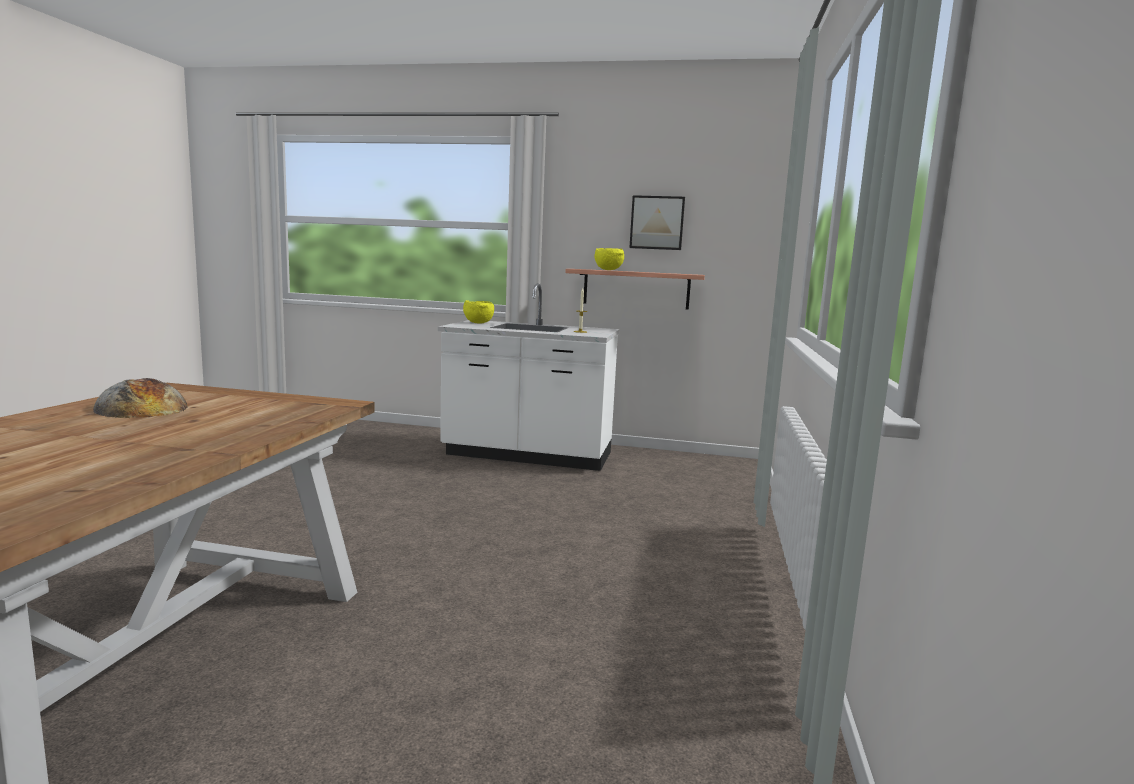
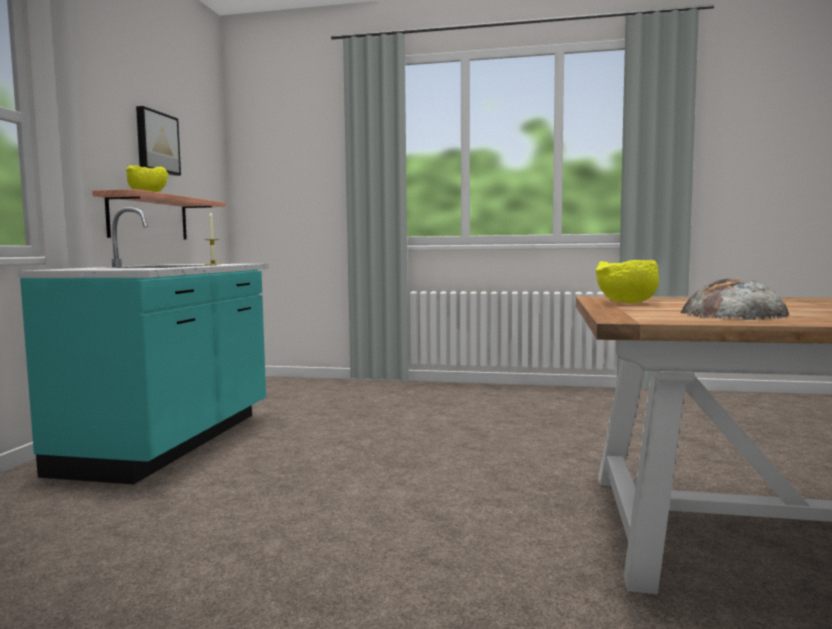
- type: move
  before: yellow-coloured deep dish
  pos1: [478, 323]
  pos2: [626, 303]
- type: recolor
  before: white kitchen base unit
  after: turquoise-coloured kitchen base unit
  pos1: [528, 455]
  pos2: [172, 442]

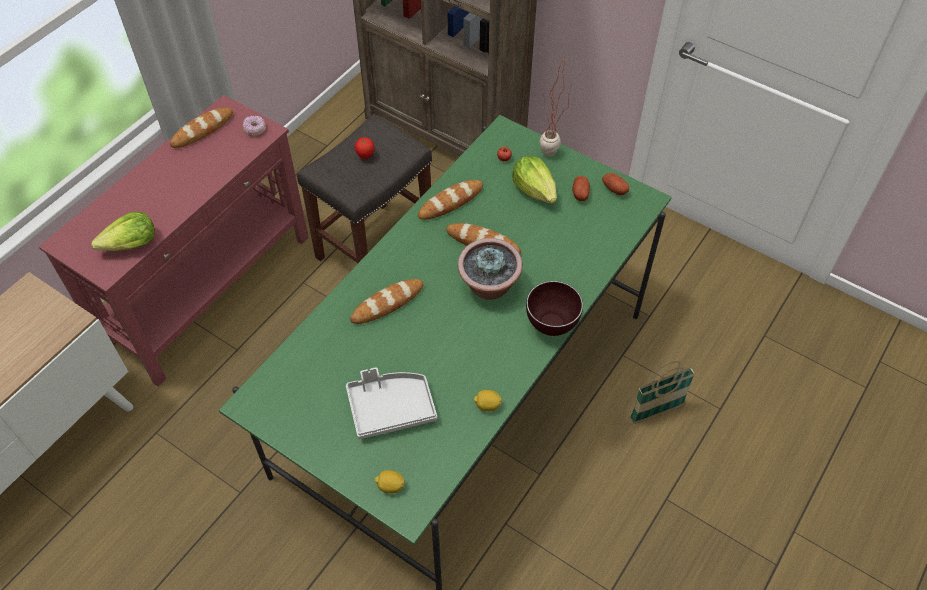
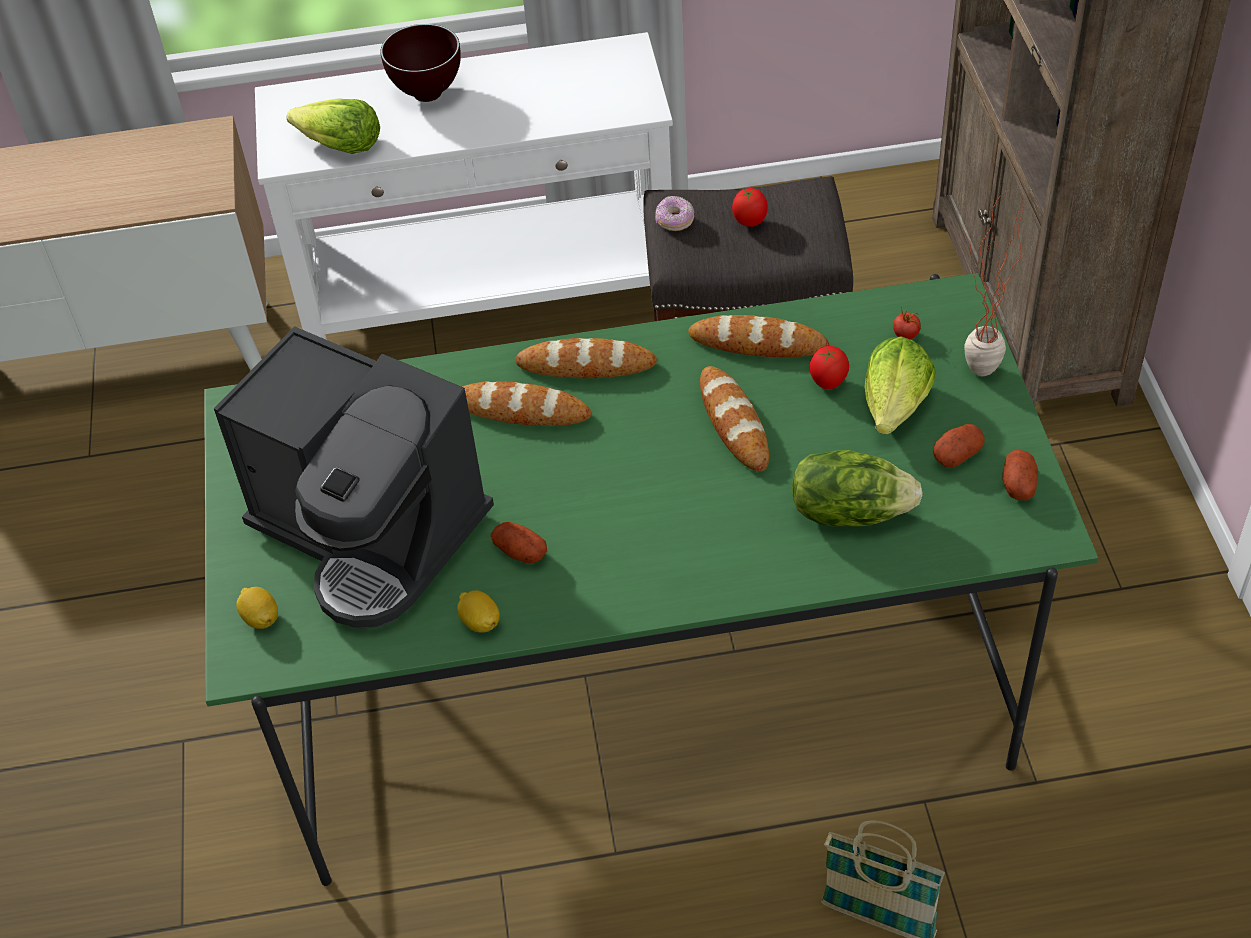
- type: delete
  before: plant in a pot
  pos1: [489, 287]
- type: insert
  after: potato
  pos2: [520, 551]
- type: insert
  after: lettuce head
  pos2: [849, 511]
- type: insert
  after: tomato
  pos2: [827, 383]
- type: move
  before: bread
  pos1: [202, 130]
  pos2: [586, 365]
- type: move
  before: donut
  pos1: [255, 129]
  pos2: [674, 221]
- type: move
  before: brown-coloured deep dish
  pos1: [552, 325]
  pos2: [429, 94]
- type: replace
  before: greyish carrying tray
  after: coffee maker
  pos1: [391, 408]
  pos2: [371, 532]
- type: recolor
  before: red-coloured console table
  after: white console table
  pos1: [210, 289]
  pos2: [493, 309]

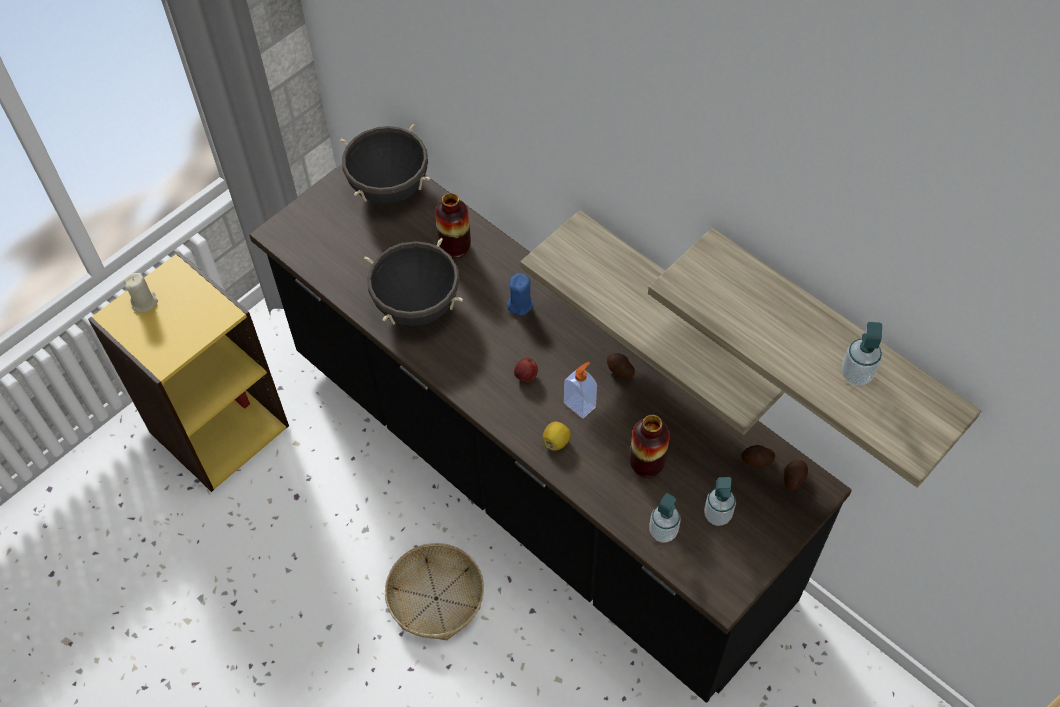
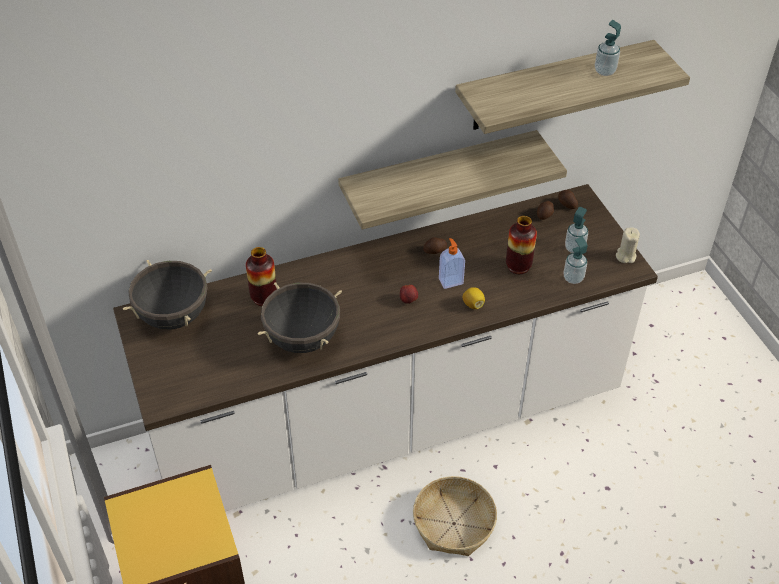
- type: delete
  before: bluish wax candle
  pos1: [520, 304]
- type: move
  before: beige-coloured wax candle
  pos1: [145, 302]
  pos2: [625, 256]
- type: recolor
  before: blackish kitchen base unit
  after: white kitchen base unit
  pos1: [532, 478]
  pos2: [388, 422]

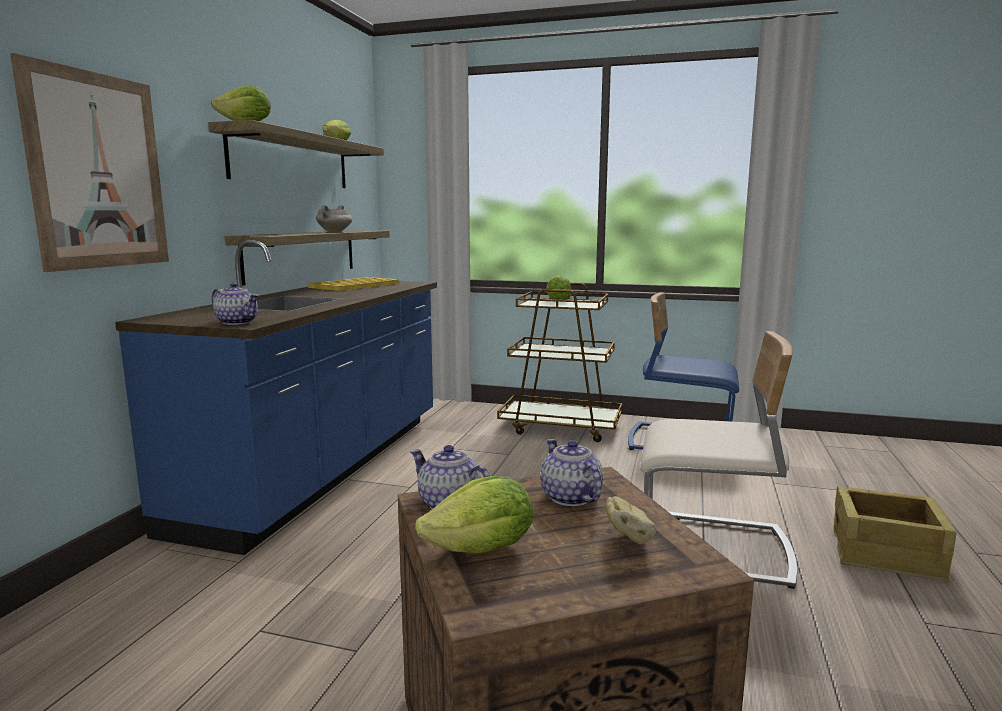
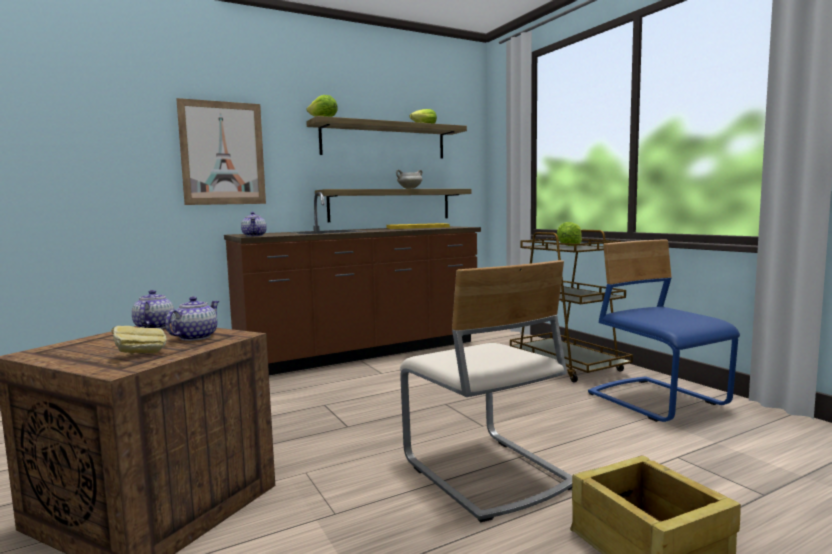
- type: delete
  before: lettuce head
  pos1: [482, 550]
- type: recolor
  before: bluish kitchen base unit
  after: brown-coloured kitchen base unit
  pos1: [323, 468]
  pos2: [361, 352]

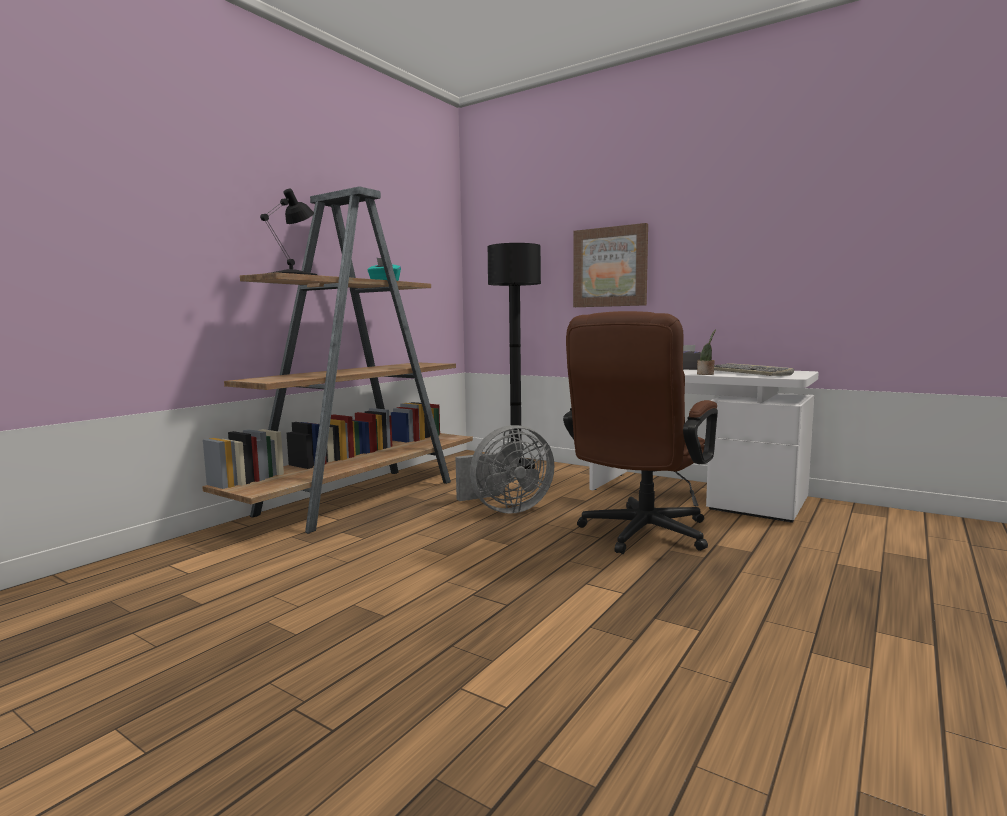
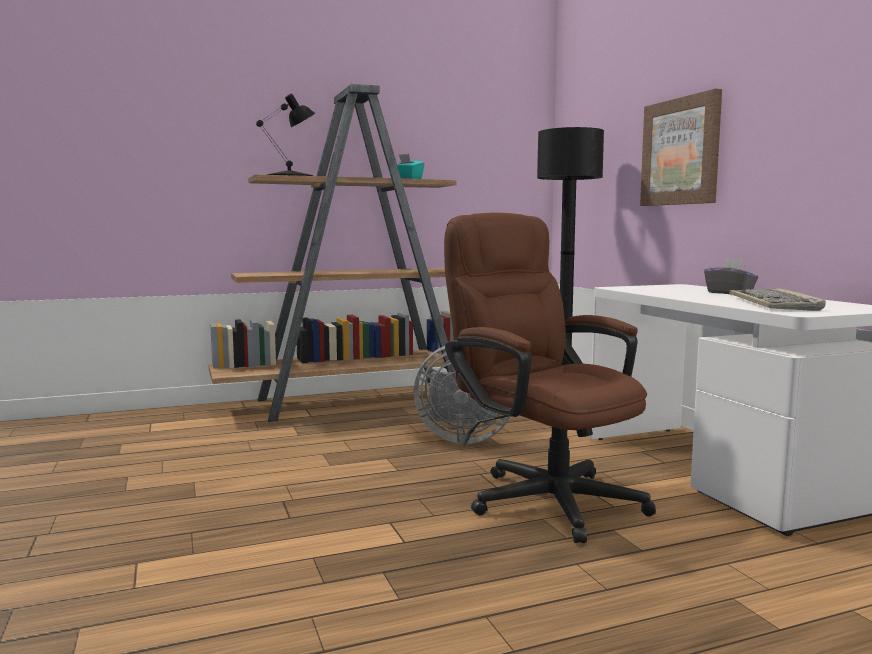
- type: delete
  before: plant in a pot
  pos1: [706, 374]
- type: rotate
  before: brown-coloured desk chair
  pos1: [639, 535]
  pos2: [543, 496]
  turn: 75

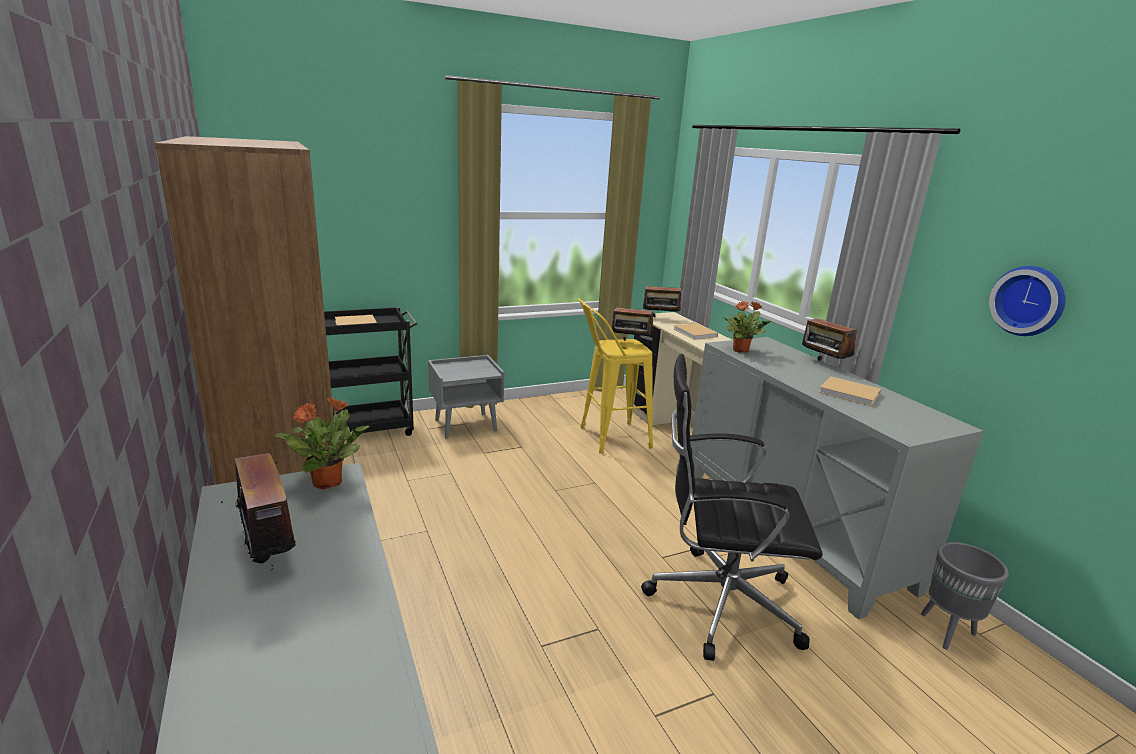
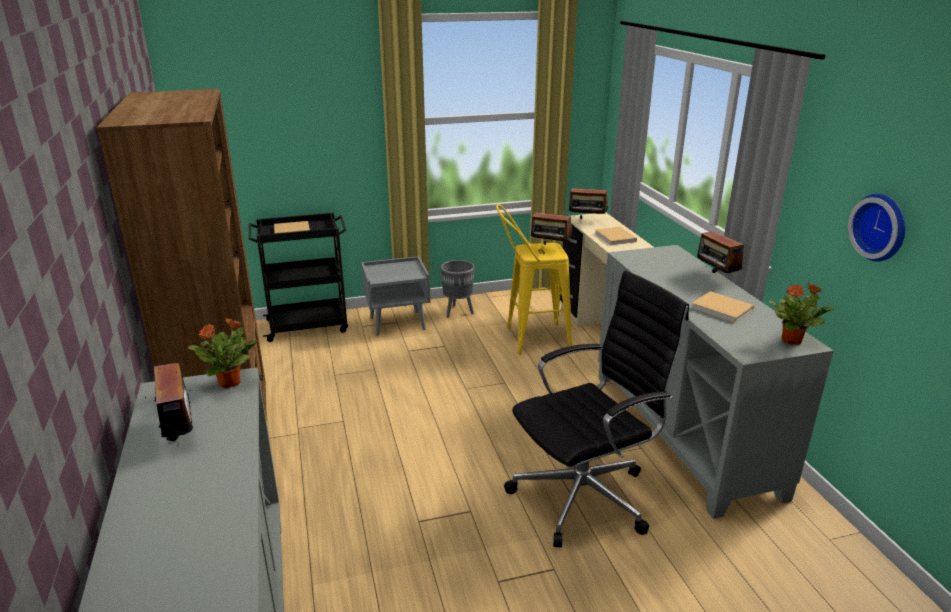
- type: move
  before: plant in a pot
  pos1: [741, 350]
  pos2: [792, 340]
- type: move
  before: greyish planter
  pos1: [946, 631]
  pos2: [458, 312]
- type: rotate
  before: blackish desk chair
  pos1: [718, 602]
  pos2: [585, 495]
  turn: 135

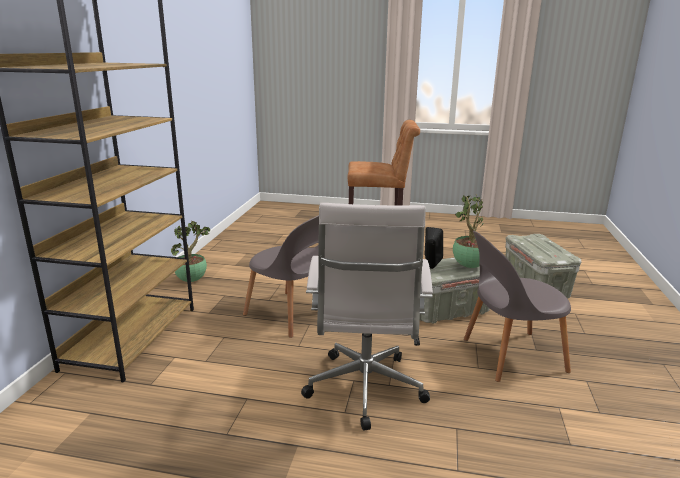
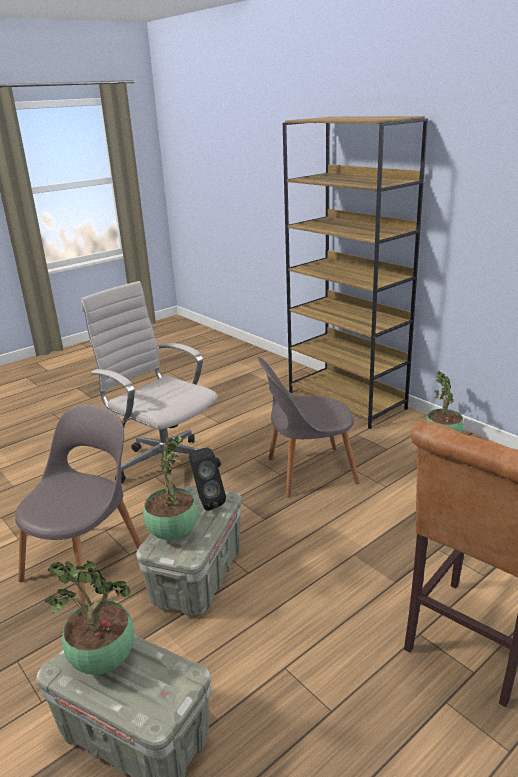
- type: insert
  after: plant in a pot
  pos2: [106, 661]

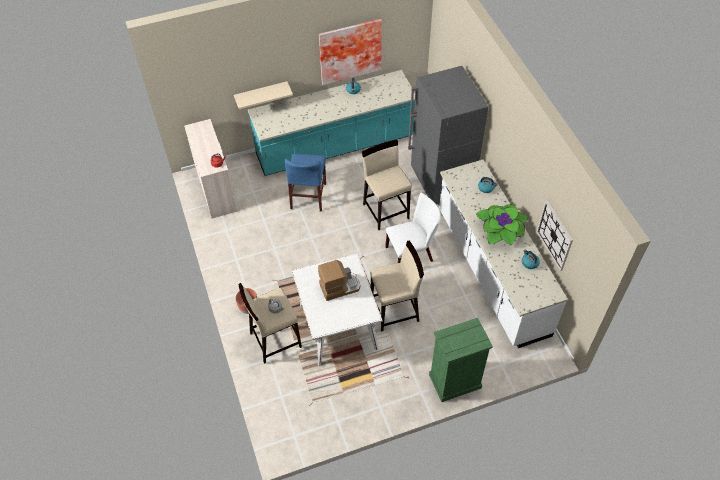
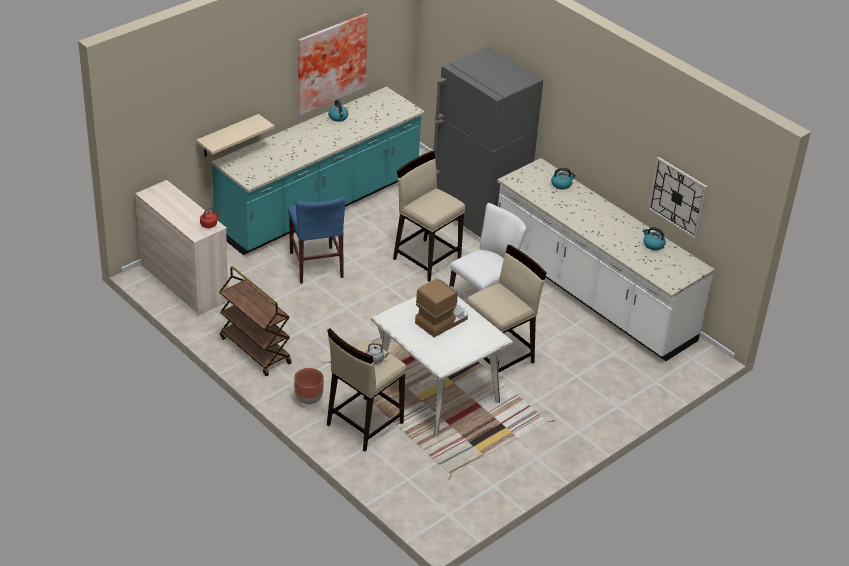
- type: delete
  before: green dresser
  pos1: [454, 381]
- type: delete
  before: plant in a pot
  pos1: [500, 231]
- type: insert
  after: brown-coloured trolley
  pos2: [254, 350]

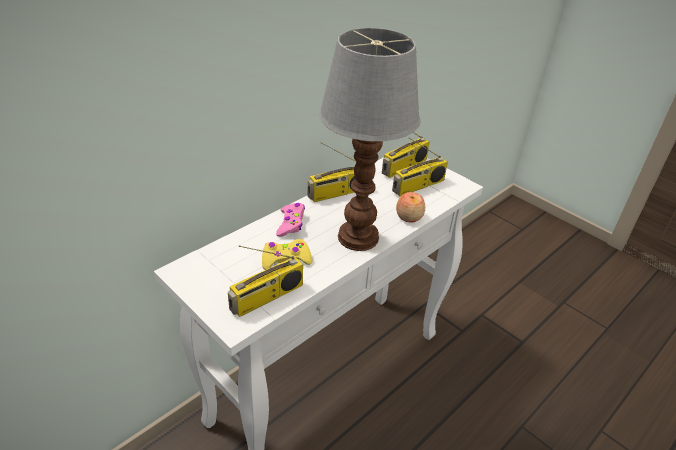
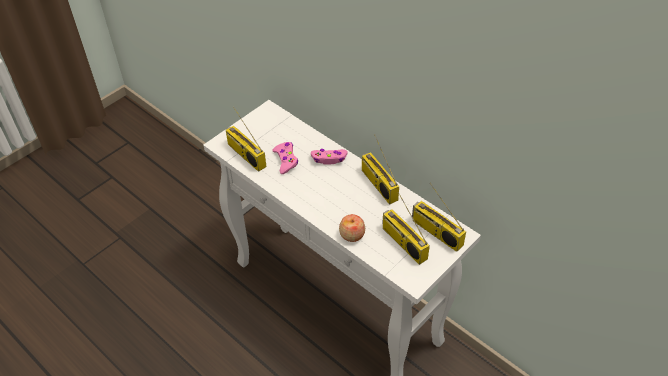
- type: delete
  before: lamp for a table
  pos1: [356, 237]
- type: recolor
  before: yellow-coloured game controller
  after: pink game controller
  pos1: [285, 259]
  pos2: [286, 160]

